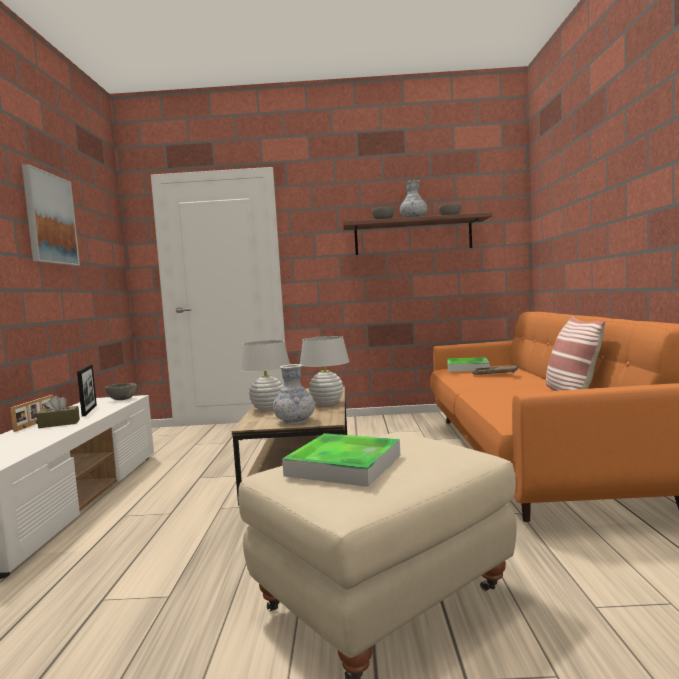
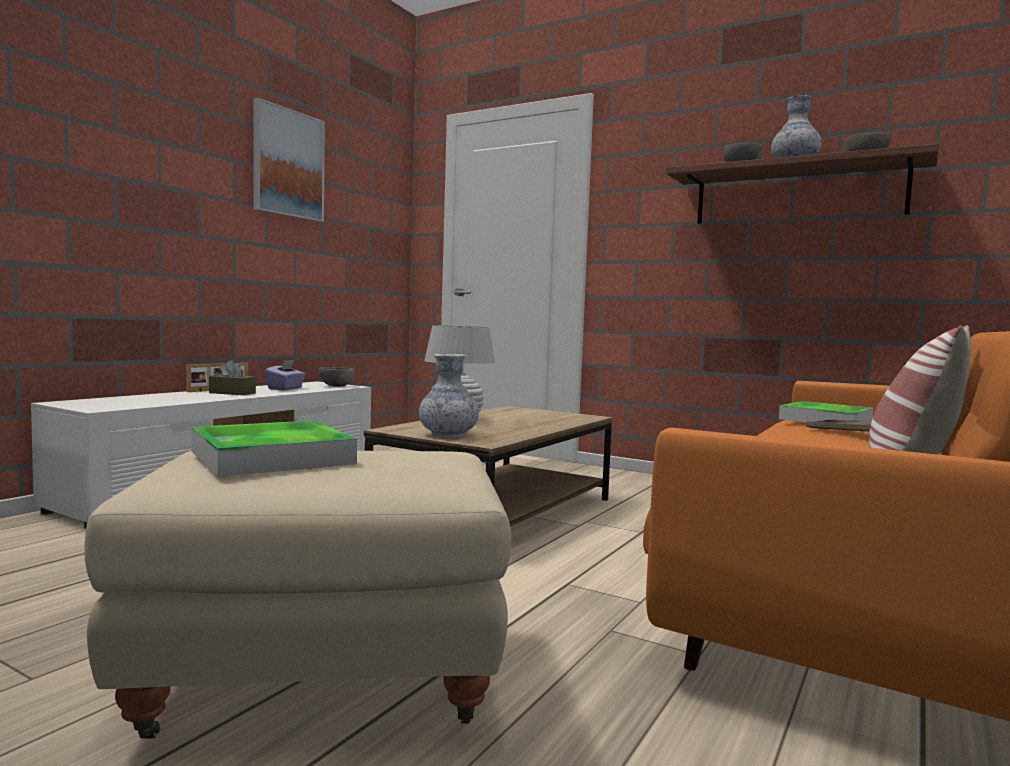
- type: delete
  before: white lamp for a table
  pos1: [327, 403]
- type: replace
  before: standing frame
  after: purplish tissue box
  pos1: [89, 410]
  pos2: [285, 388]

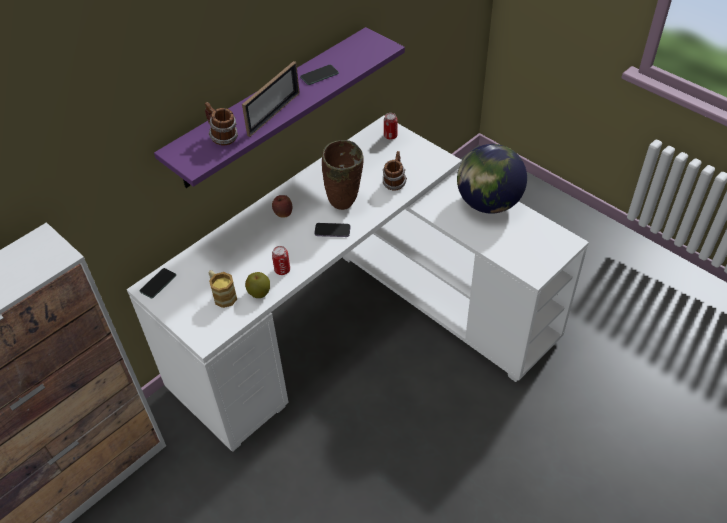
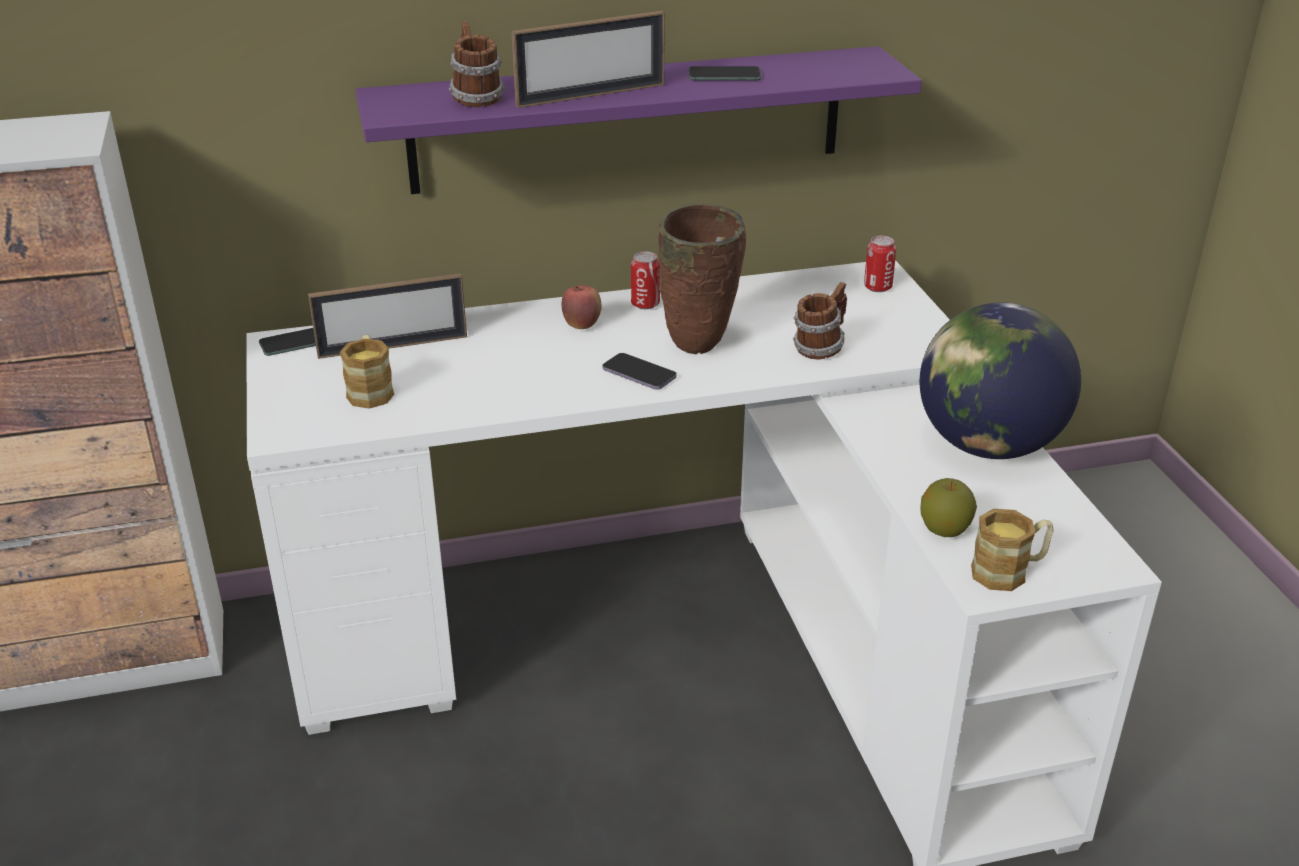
- type: insert
  after: standing frame
  pos2: [393, 346]
- type: insert
  after: mug
  pos2: [1009, 571]
- type: move
  before: apple fruit
  pos1: [259, 293]
  pos2: [944, 529]
- type: move
  before: can
  pos1: [282, 270]
  pos2: [645, 304]

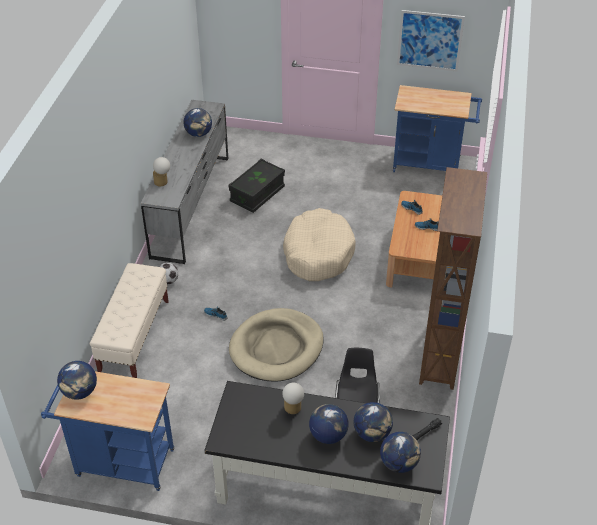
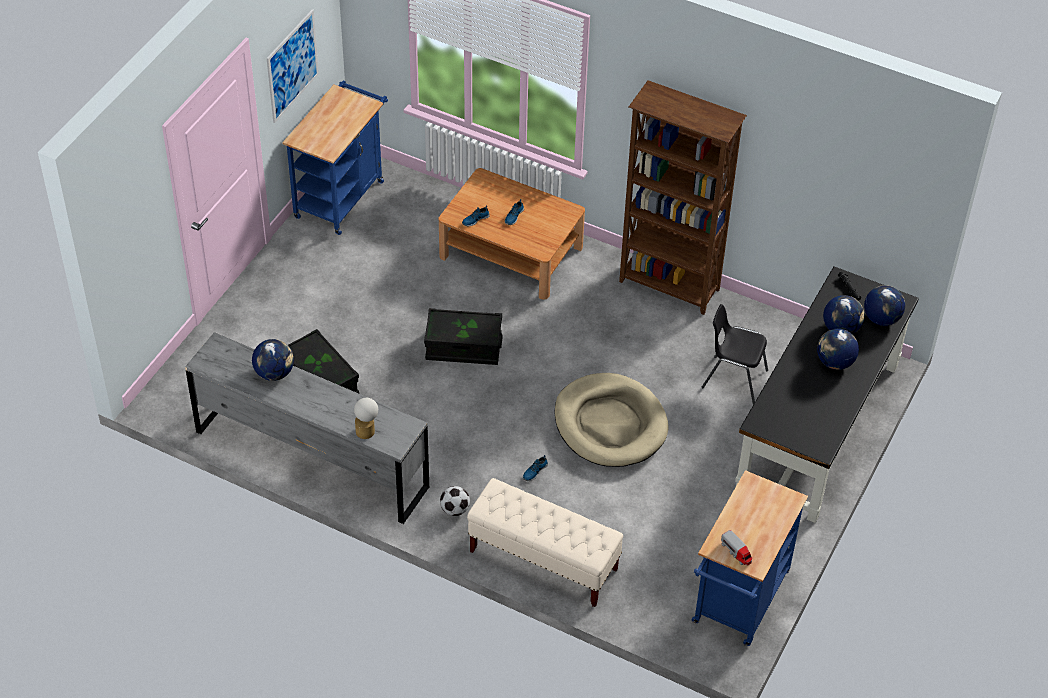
- type: delete
  before: lamp for a table
  pos1: [293, 409]
- type: replace
  before: globe
  after: model truck
  pos1: [80, 392]
  pos2: [736, 552]
- type: replace
  before: beige-coloured dog cushion
  after: blackish storage box
  pos1: [318, 253]
  pos2: [463, 348]

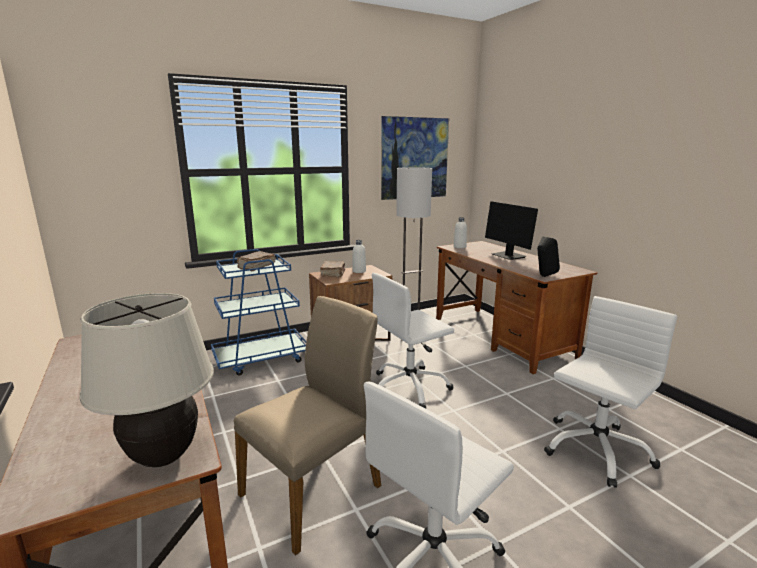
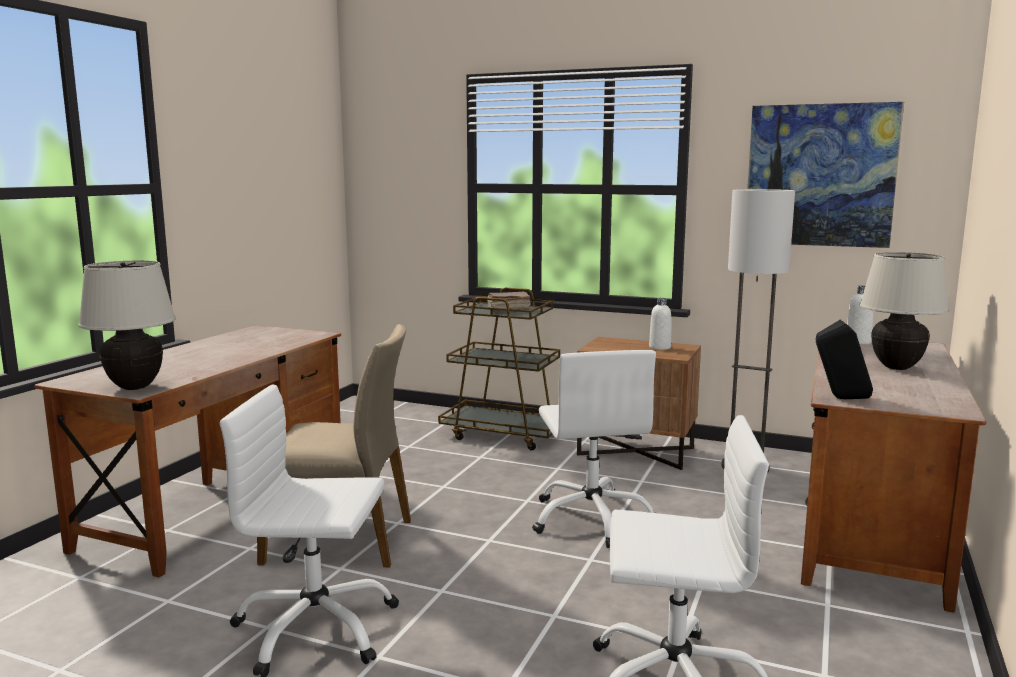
- type: delete
  before: brown-coloured volume
  pos1: [333, 274]
- type: replace
  before: computer display
  after: beige-coloured lamp for a table
  pos1: [508, 256]
  pos2: [897, 367]
- type: recolor
  before: bluish trolley
  after: brown-coloured trolley
  pos1: [261, 358]
  pos2: [504, 434]
- type: rotate
  before: white desk chair
  pos1: [409, 387]
  pos2: [592, 519]
  turn: -120

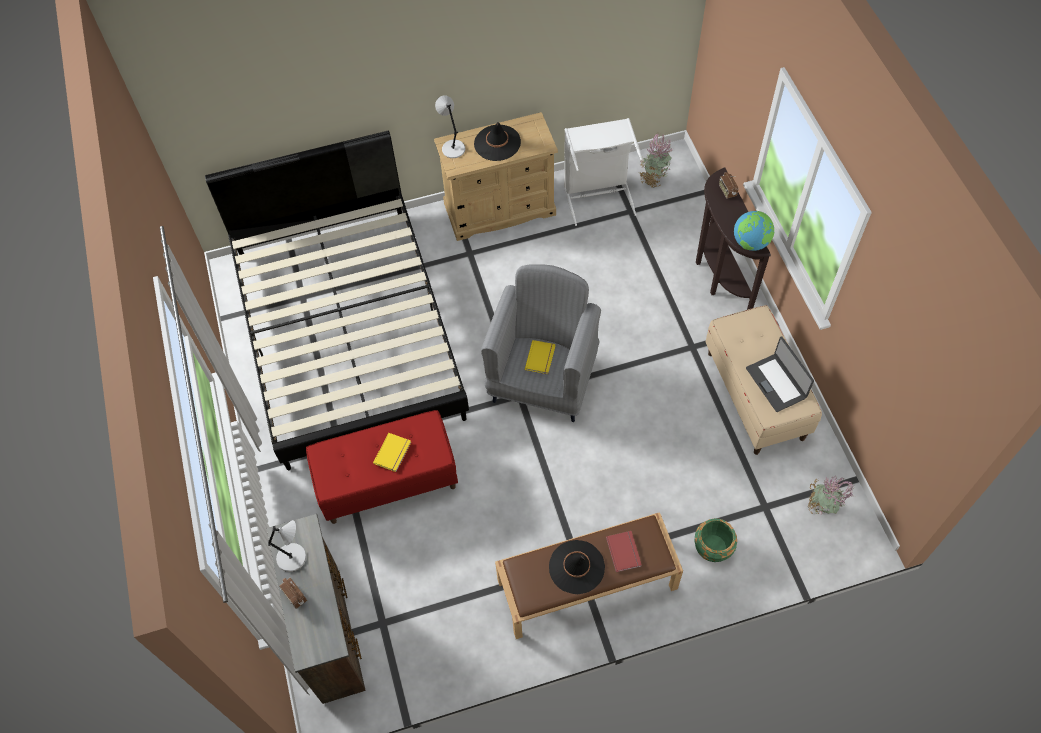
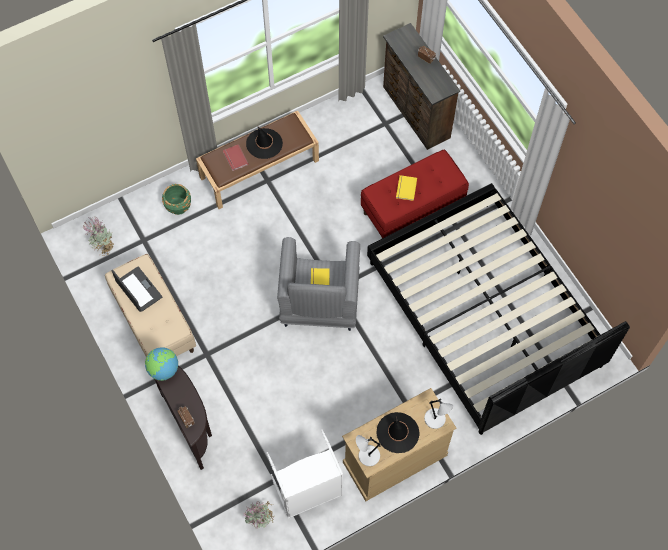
- type: move
  before: greyish lamp for a table
  pos1: [293, 557]
  pos2: [367, 456]

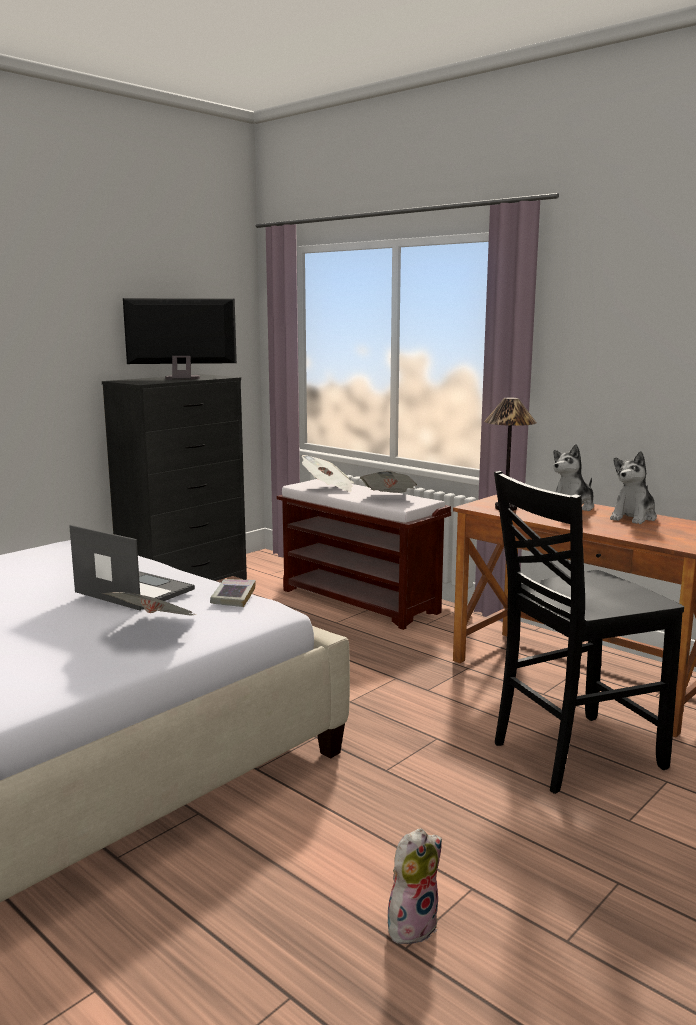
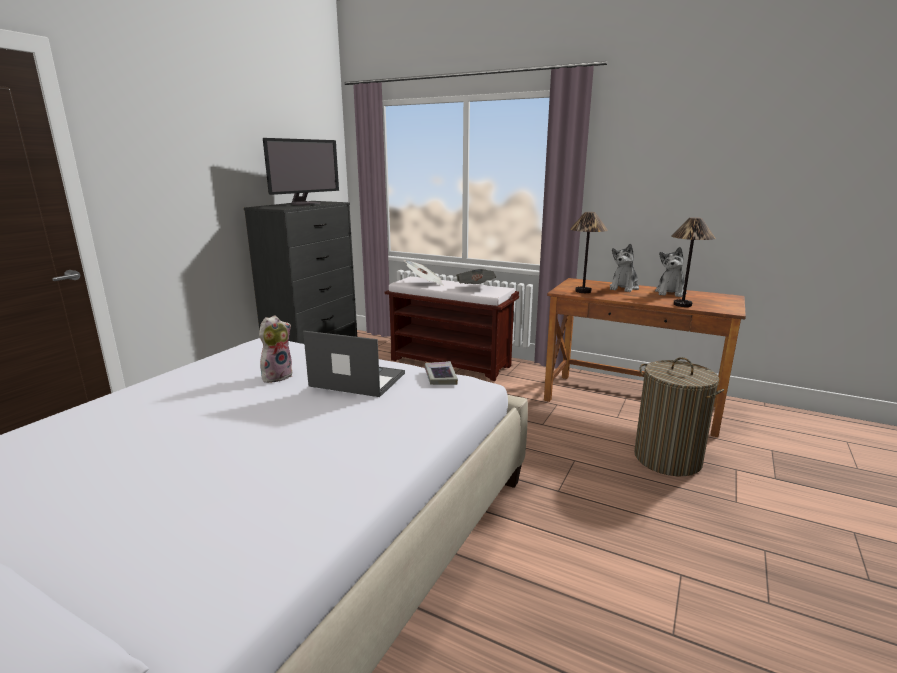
- type: delete
  before: daily paper
  pos1: [155, 628]
- type: insert
  after: lamp for a table
  pos2: [683, 305]
- type: move
  before: cuddly toy
  pos1: [411, 924]
  pos2: [277, 376]
- type: replace
  before: blackish chair
  after: hamper
  pos1: [572, 754]
  pos2: [667, 458]
- type: rotate
  before: computer display
  pos1: [182, 378]
  pos2: [306, 204]
  turn: 150

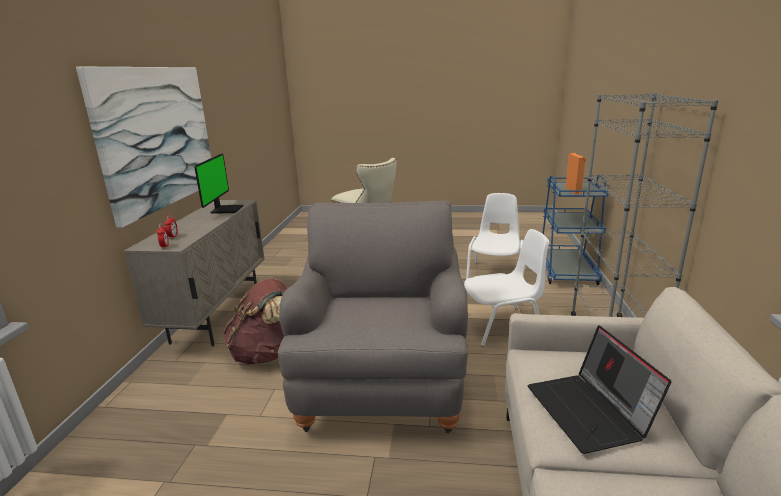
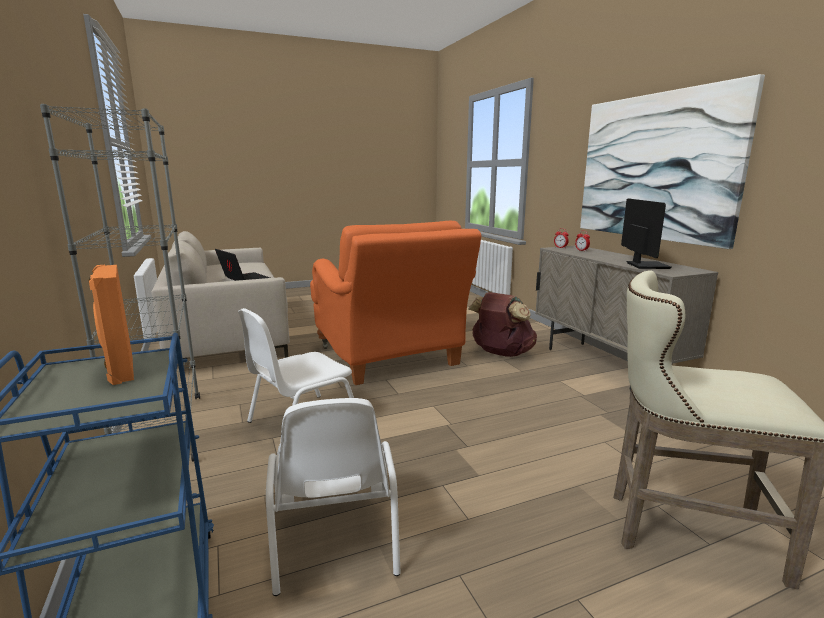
- type: recolor
  before: greyish lounge chair
  after: orange-coloured lounge chair
  pos1: [382, 381]
  pos2: [389, 358]
- type: rotate
  before: computer display
  pos1: [225, 209]
  pos2: [645, 265]
  turn: -150

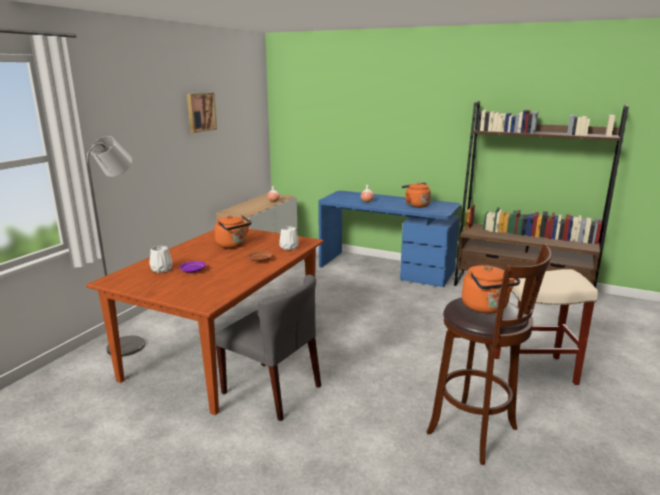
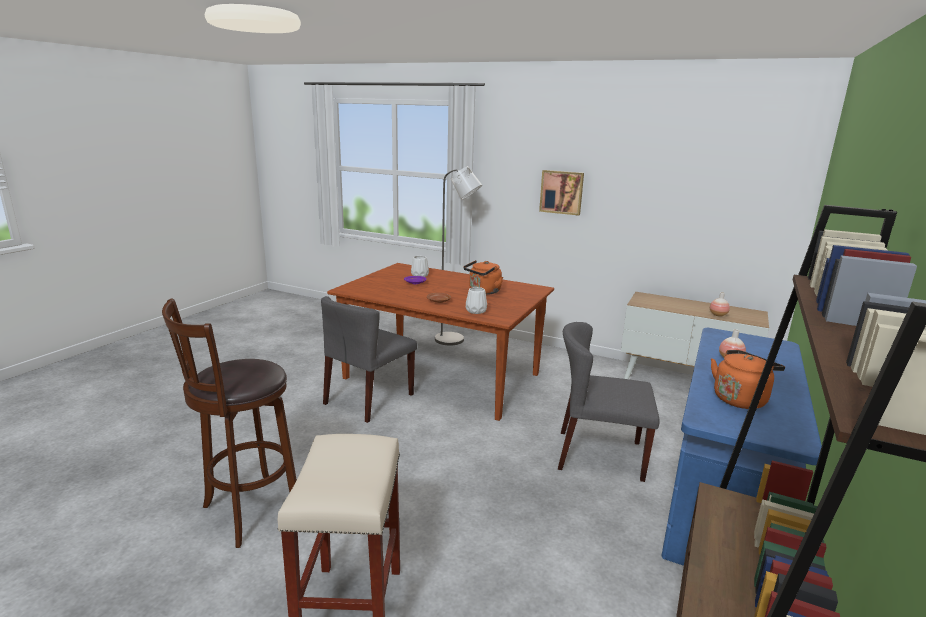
- type: delete
  before: orange-coloured kettle
  pos1: [486, 308]
- type: insert
  after: greyish chair
  pos2: [599, 455]
- type: move
  before: wall picture
  pos1: [200, 112]
  pos2: [561, 192]

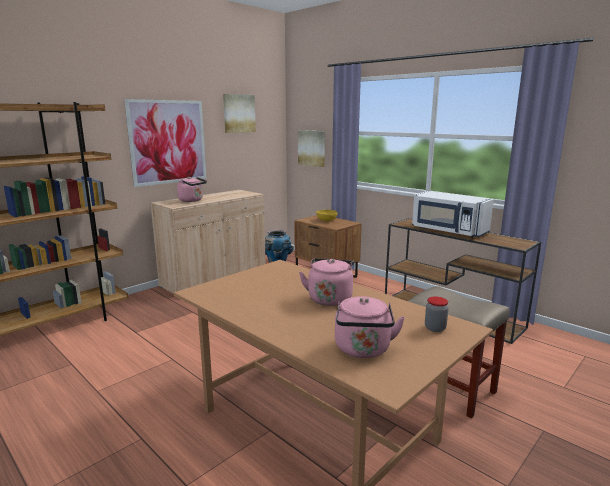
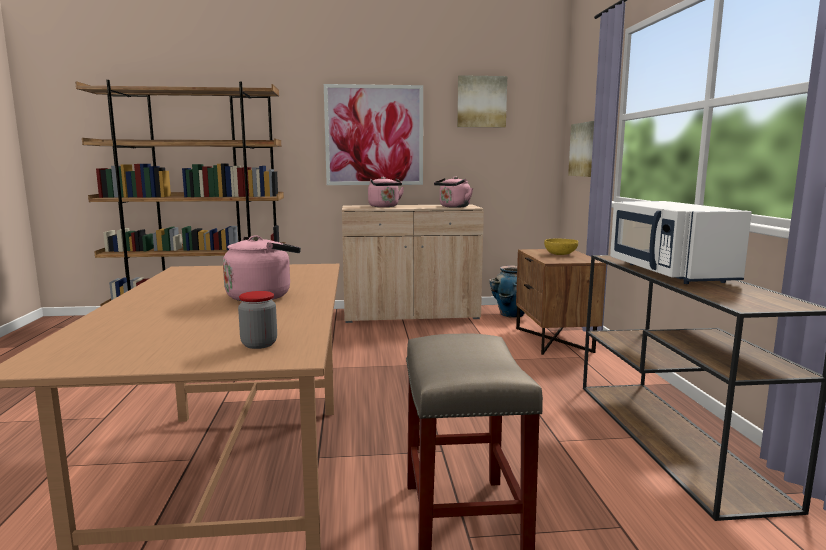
- type: move
  before: pink kettle
  pos1: [363, 350]
  pos2: [453, 207]

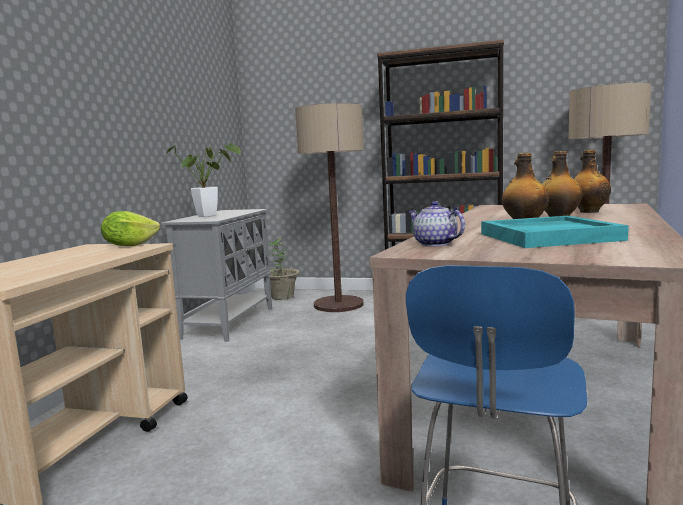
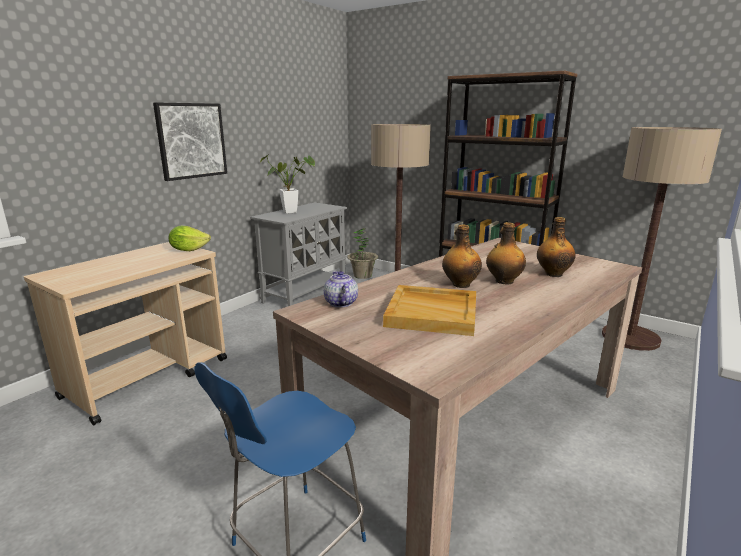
- type: insert
  after: wall picture
  pos2: [191, 140]
- type: recolor
  before: turquoise-coloured carrying tray
  after: beige-coloured carrying tray
  pos1: [548, 236]
  pos2: [433, 313]

